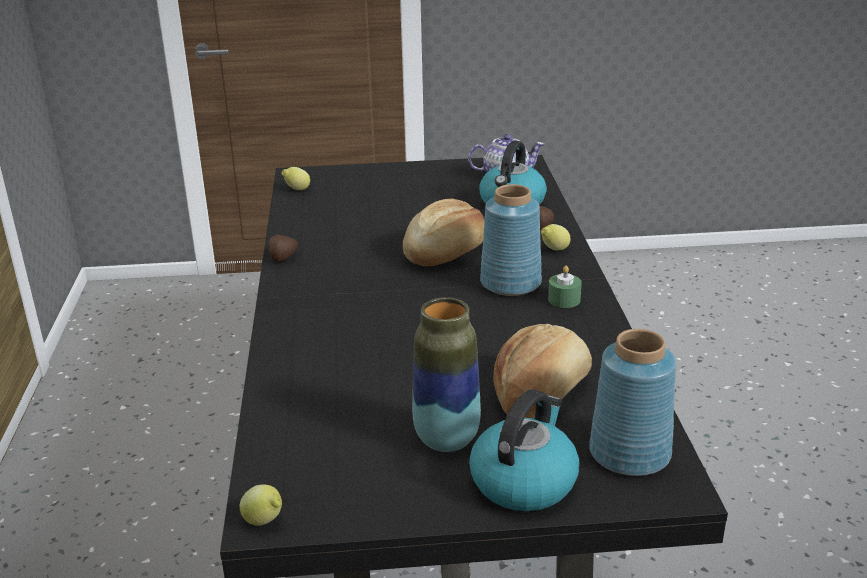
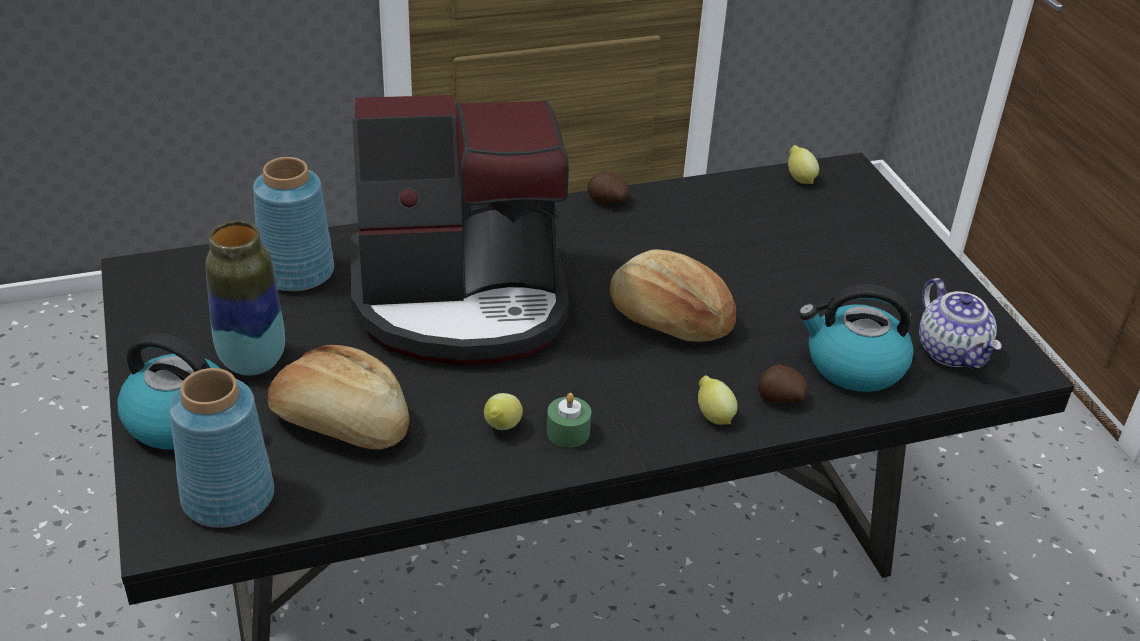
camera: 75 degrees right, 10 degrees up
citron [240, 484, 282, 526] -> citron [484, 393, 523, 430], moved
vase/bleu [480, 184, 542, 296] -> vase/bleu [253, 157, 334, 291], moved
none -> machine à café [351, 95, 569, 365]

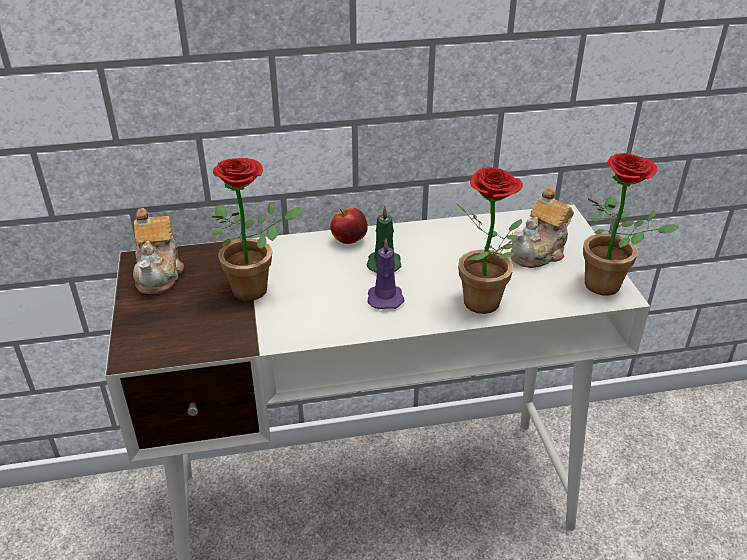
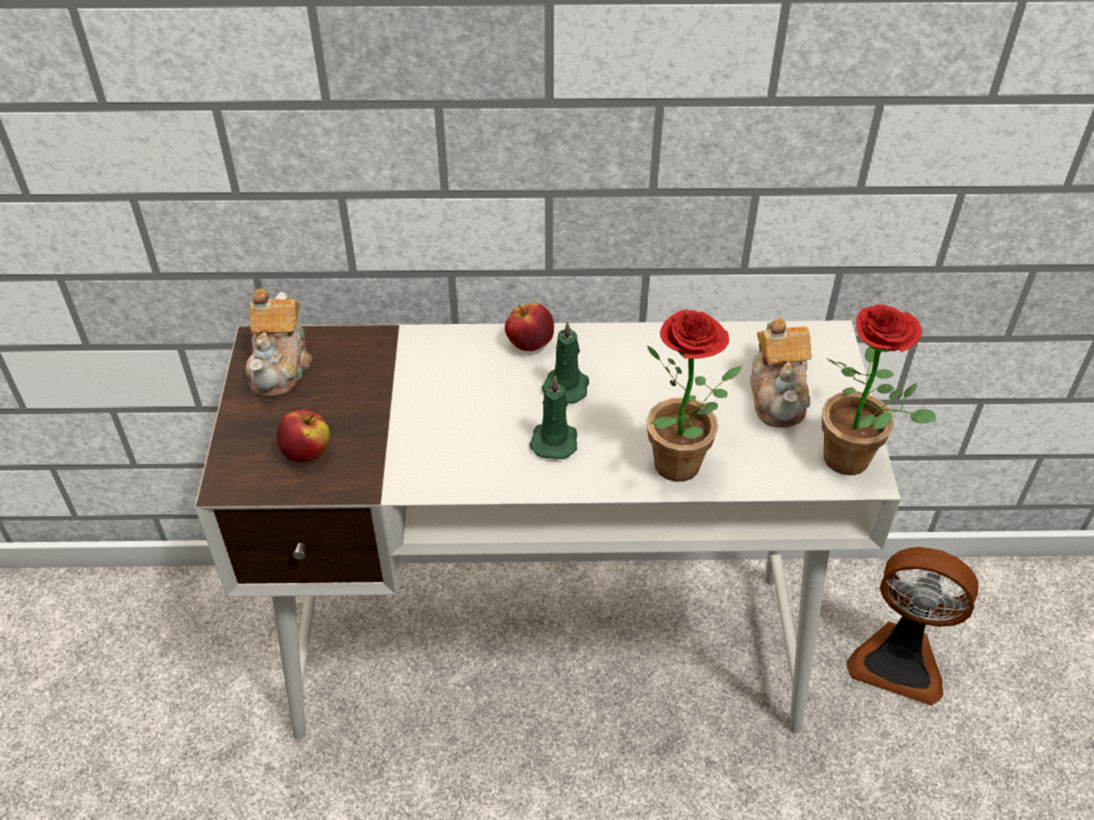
camera: 10 degrees right, 10 degrees up
plante en pot [212, 158, 304, 301] -> none
bougie/violet [367, 239, 405, 309] -> bougie/vert [529, 376, 577, 459]
théière [511, 187, 574, 268] -> théière [750, 318, 812, 428], 60 degrees counterclockwise
none -> pomme [277, 410, 329, 463]
none -> ventilateur [847, 547, 978, 706]

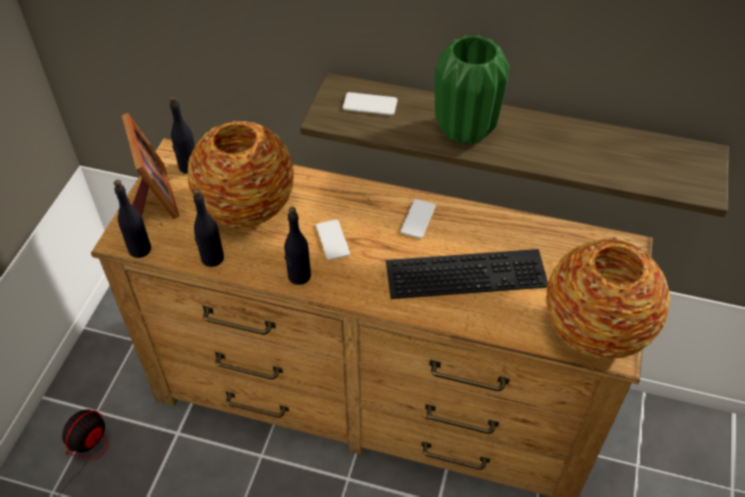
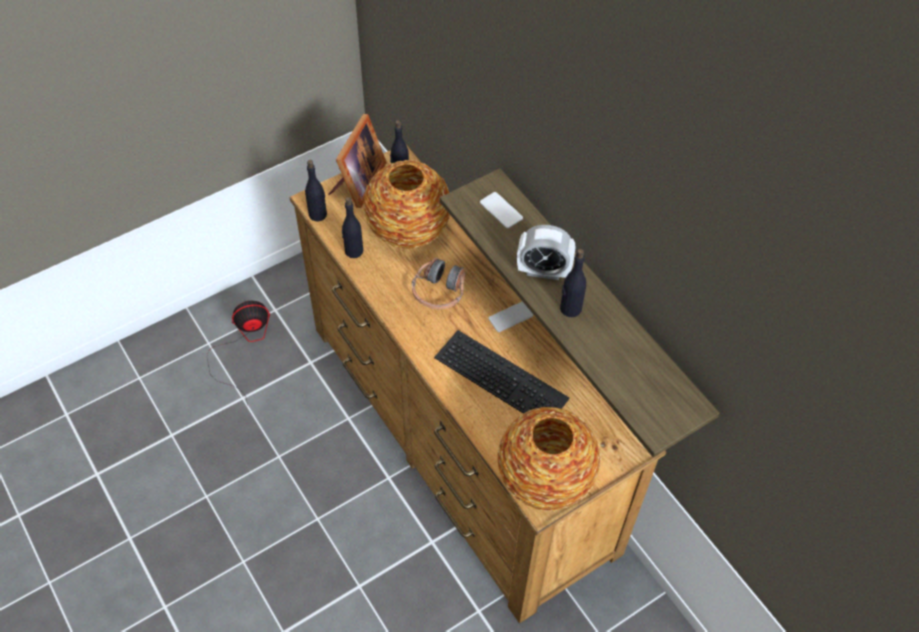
camera: 40 degrees right, 5 degrees up
bouteille/noir [284, 207, 311, 285] -> bouteille/noir [560, 249, 586, 317], moved
téléphone [316, 220, 350, 260] -> casque audio [412, 258, 466, 309]
vase/vert [435, 35, 510, 144] -> réveil [517, 225, 575, 280]

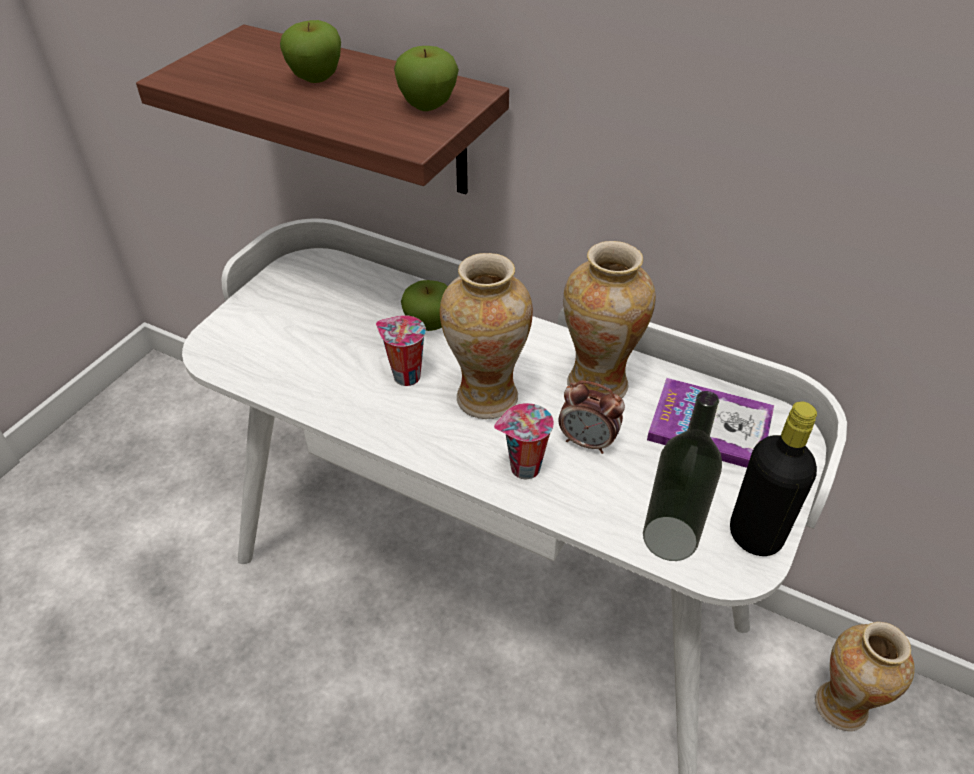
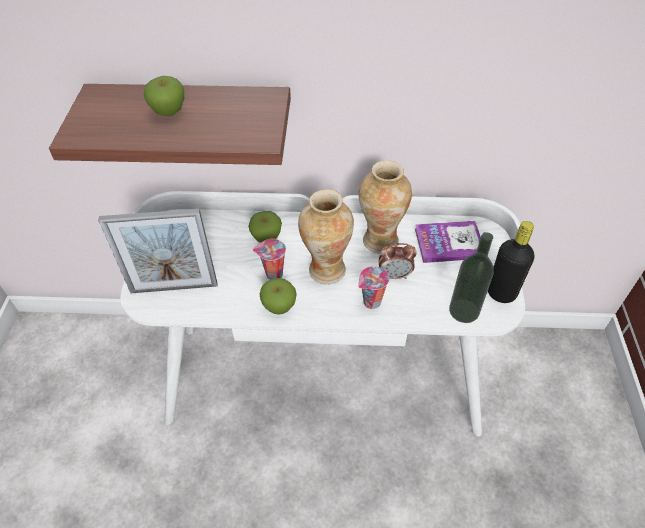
camera: 25 degrees left, 5 degrees up
pomme [394, 46, 459, 111] -> pomme [260, 278, 297, 314], moved
vase [815, 622, 915, 731] -> none
none -> cadre photo [98, 209, 217, 293]

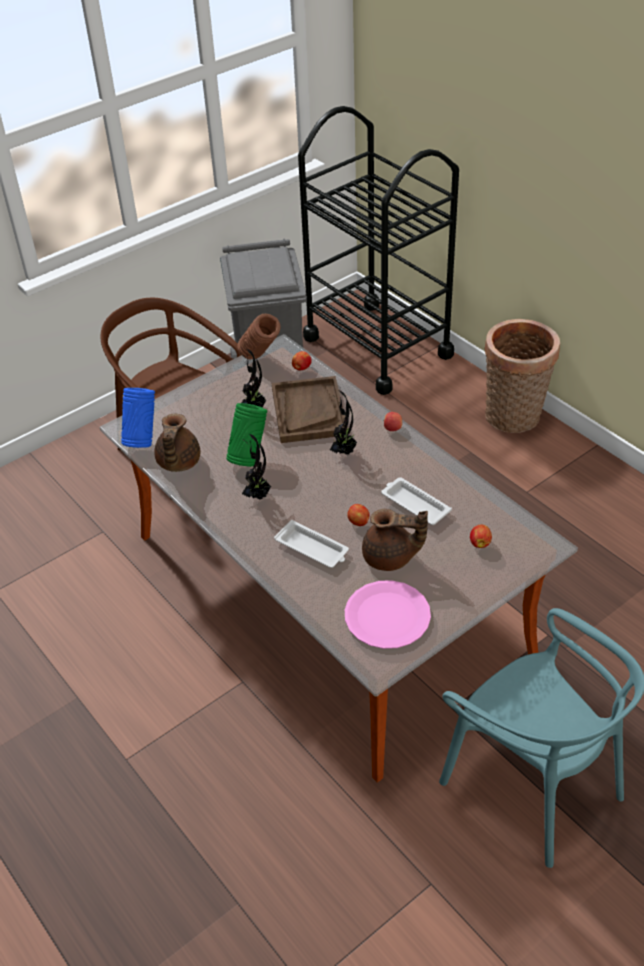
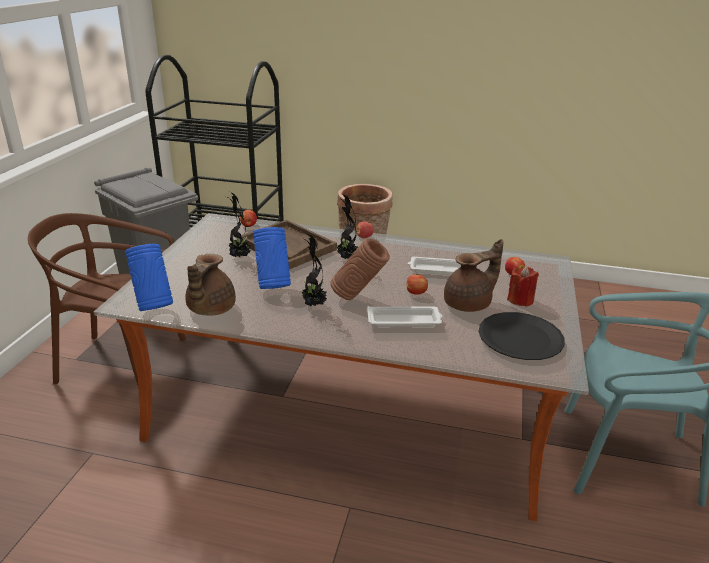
camera: 40 degrees left, 15 degrees down
théière/marron [154, 414, 201, 472] -> théière/marron [185, 254, 236, 315], 45 degrees clockwise
vase/vert [226, 403, 267, 467] -> vase/bleu [253, 227, 291, 289]
vase/marron [237, 314, 280, 360] -> vase/marron [330, 238, 390, 300], moved
assiette/rose [345, 580, 431, 649] -> assiette/noir [479, 312, 565, 360]
none -> bougie/rouge [507, 266, 539, 307]

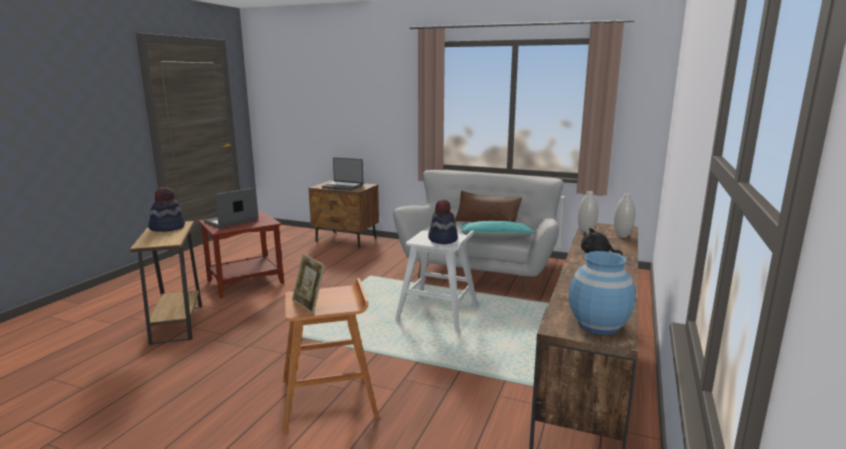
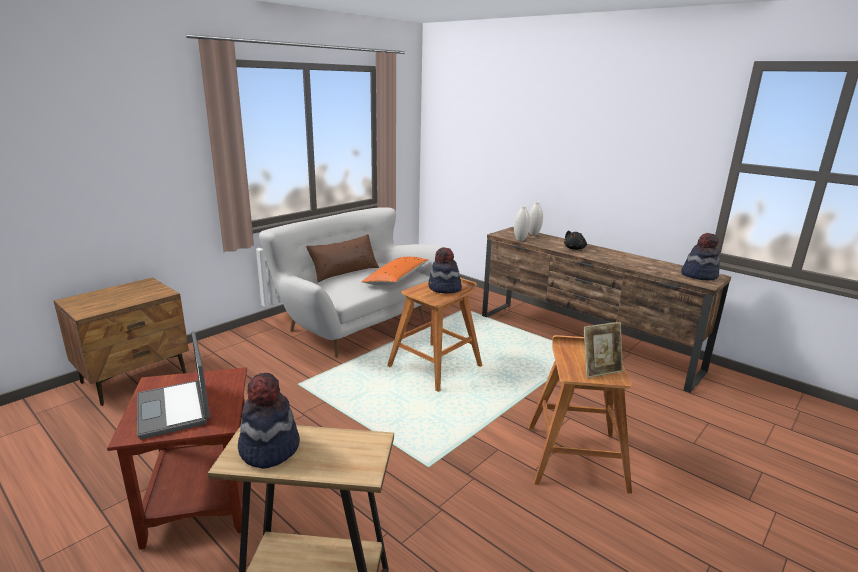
camera: 70 degrees left, 5 degrees up
ordinateur portable [322, 157, 363, 191] -> none
tabouret/blanc [395, 230, 478, 333] -> tabouret/marron [387, 278, 482, 392]
coussin/turquoise [460, 221, 535, 239] -> coussin/orange [362, 257, 428, 286]
vase/bleu [568, 251, 636, 334] -> chapeau [681, 233, 720, 280]

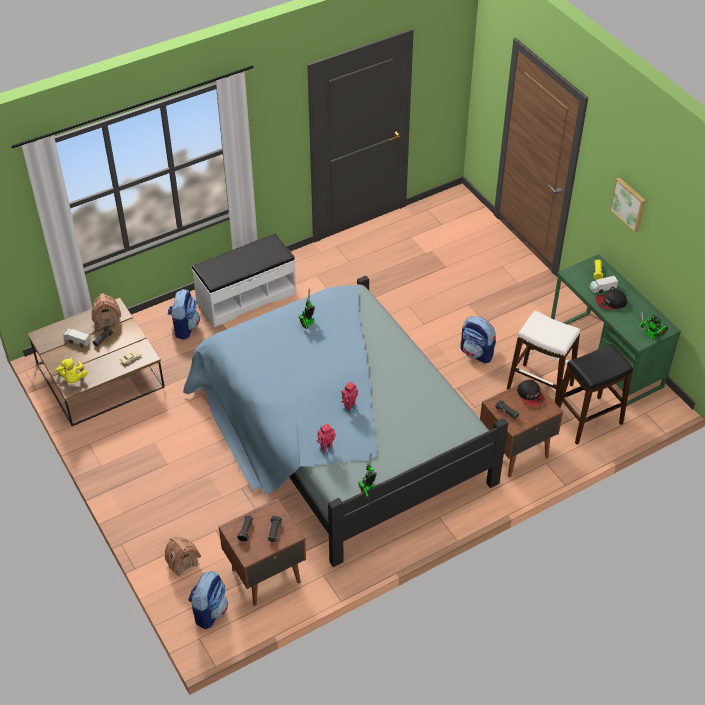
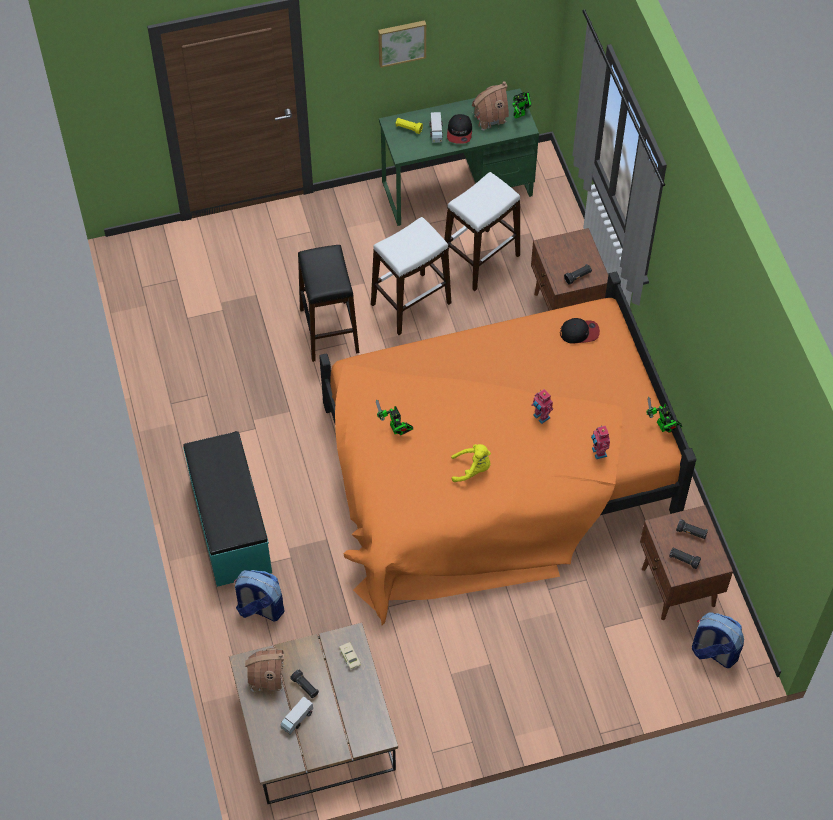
camera: 75 degrees left, 10 degrees up
peluche/jaune [56, 358, 88, 383] -> peluche/jaune [451, 444, 491, 482], moved
maison miniature [165, 536, 201, 577] -> maison miniature [472, 81, 509, 130], moved
lit/bleu [183, 276, 508, 567] -> lit/orange [319, 272, 696, 625]
banc/blanc [192, 233, 296, 327] -> banc/turquoise [183, 431, 272, 587]
sac à dos [460, 316, 496, 363] -> tabouret/blanc [371, 217, 451, 335]
casquette [517, 380, 545, 407] -> casquette [560, 318, 600, 344], moved
tabouret/noir [557, 344, 633, 444] -> tabouret/noir [298, 245, 359, 362], moved

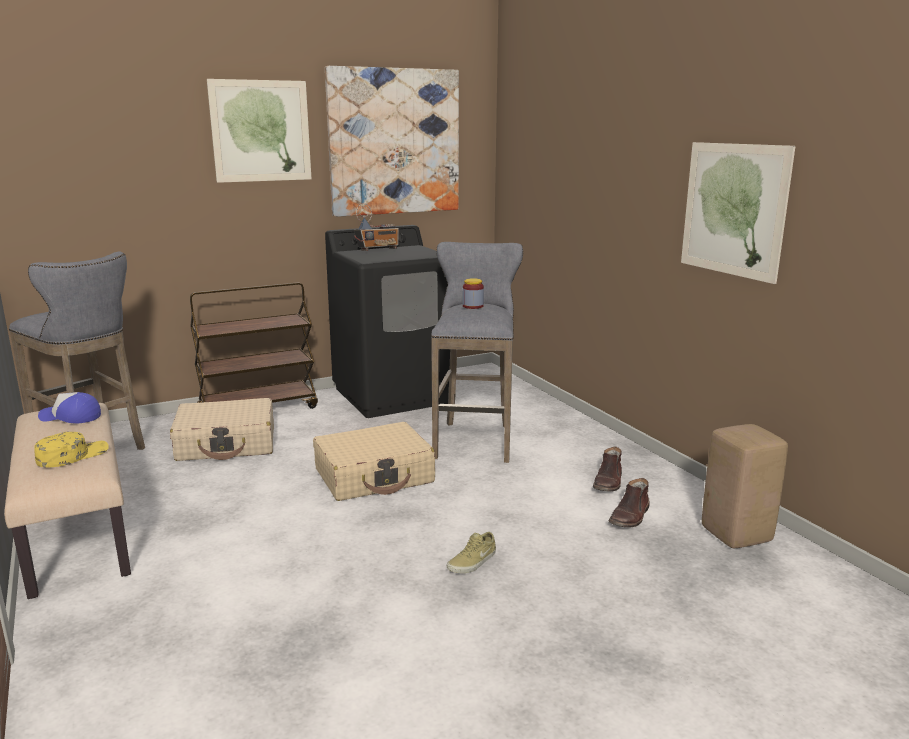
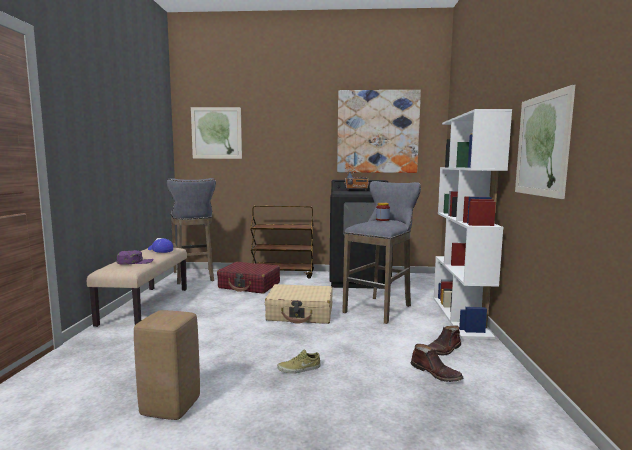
camera: 30 degrees right, 10 degrees down
casquette/jaune [34, 432, 109, 467] -> casquette/violet [117, 250, 154, 265]
valise/beige [170, 398, 274, 461] -> valise/rouge [217, 262, 280, 294]
tableau [207, 79, 312, 183] -> tableau [191, 107, 242, 159], moved
botte/marron [609, 478, 650, 528] -> botte/marron [411, 344, 463, 382], 105 degrees counterclockwise
tabouret/beige [702, 424, 788, 548] -> tabouret/beige [134, 310, 200, 420], moved
none -> bibliothèque/blanc [434, 109, 512, 339]

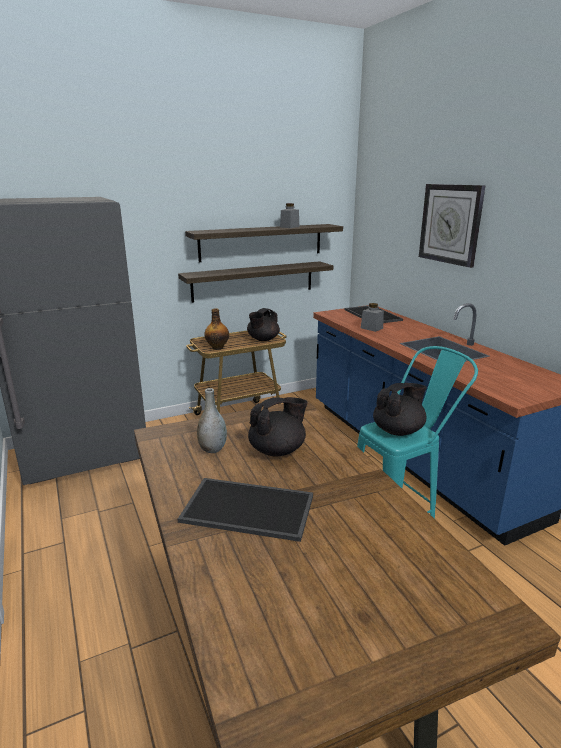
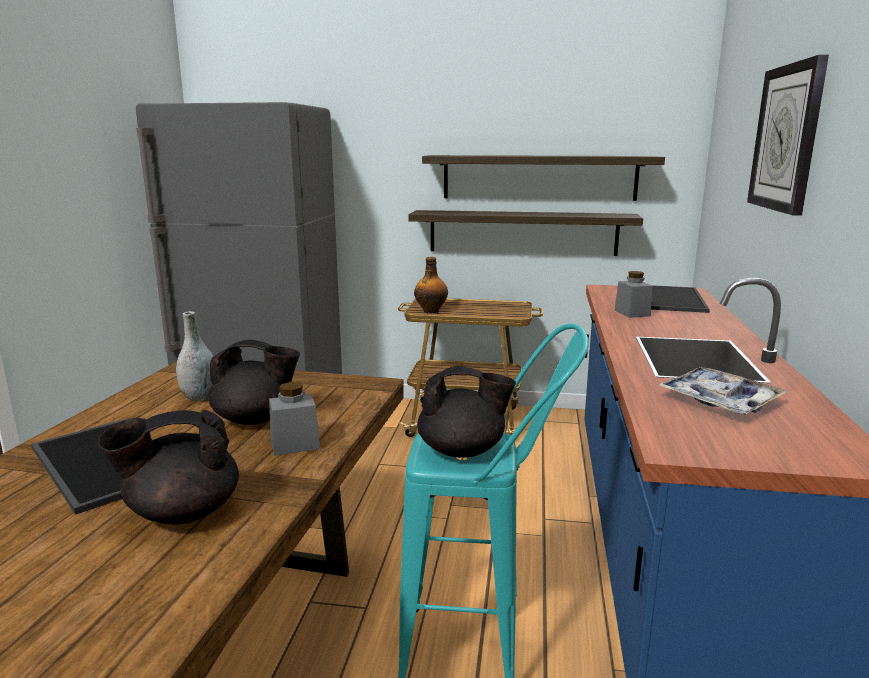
camera: 35 degrees right, 5 degrees down
théière/noir [247, 308, 280, 341] -> théière/noir [98, 410, 239, 525], moved
bocal/gris [280, 203, 299, 228] -> bocal/gris [269, 382, 320, 456], moved
none -> plateau [657, 367, 789, 415]

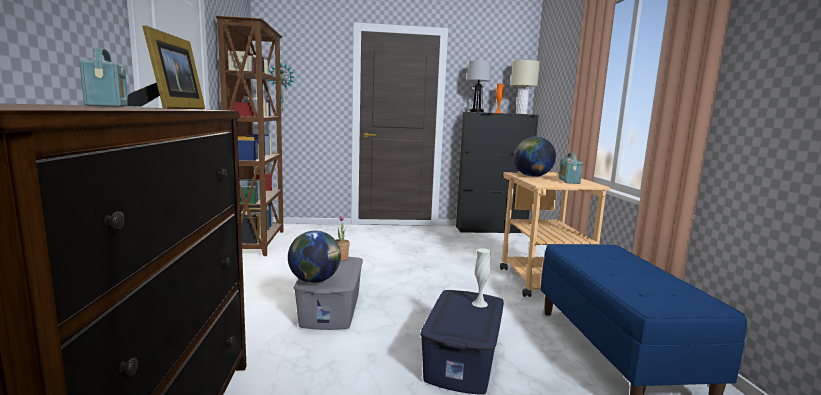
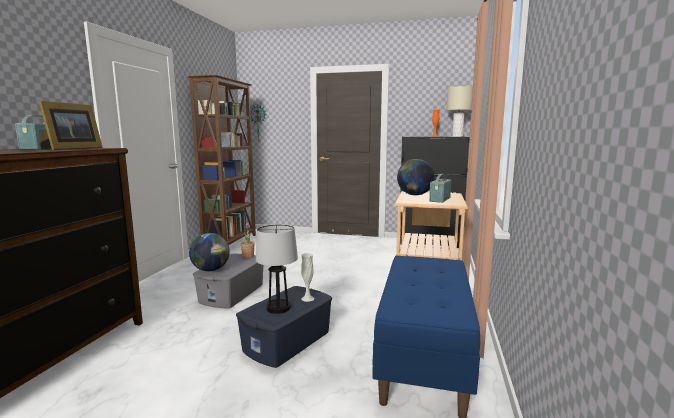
camera: 20 degrees right, 0 degrees up
lampe de table [467, 60, 491, 112] -> lampe de table [256, 224, 298, 314], moved

